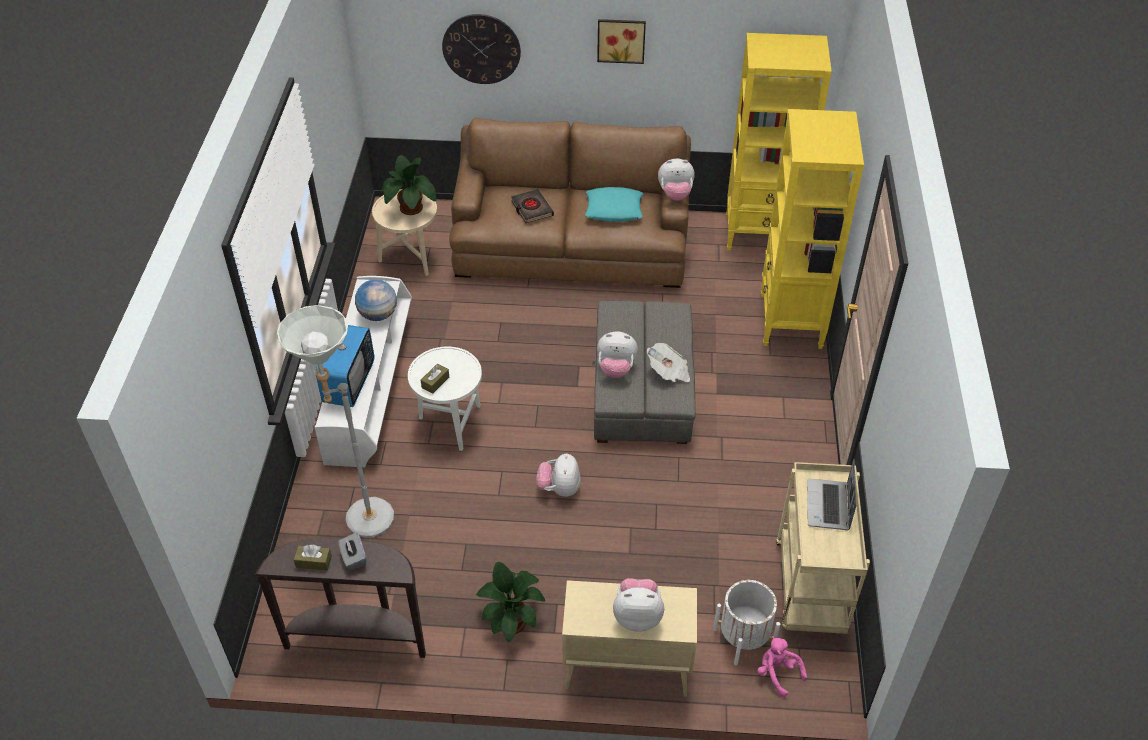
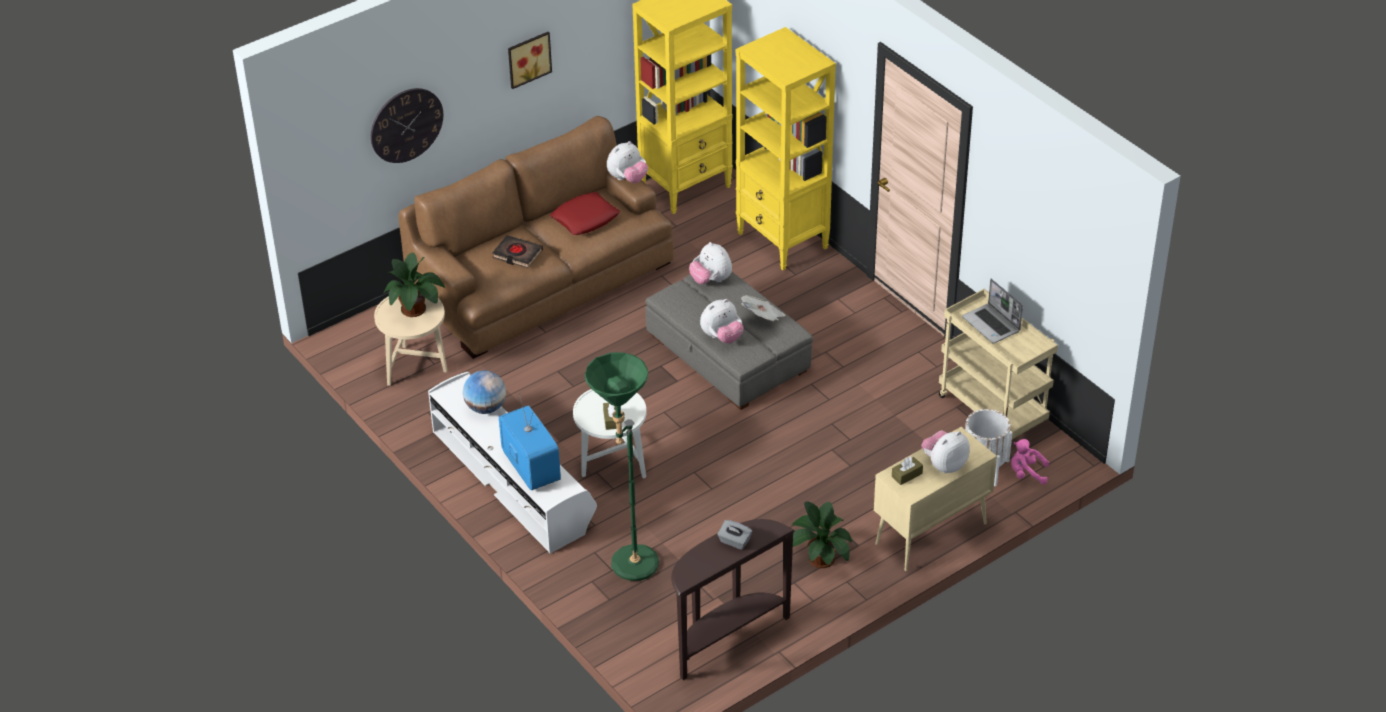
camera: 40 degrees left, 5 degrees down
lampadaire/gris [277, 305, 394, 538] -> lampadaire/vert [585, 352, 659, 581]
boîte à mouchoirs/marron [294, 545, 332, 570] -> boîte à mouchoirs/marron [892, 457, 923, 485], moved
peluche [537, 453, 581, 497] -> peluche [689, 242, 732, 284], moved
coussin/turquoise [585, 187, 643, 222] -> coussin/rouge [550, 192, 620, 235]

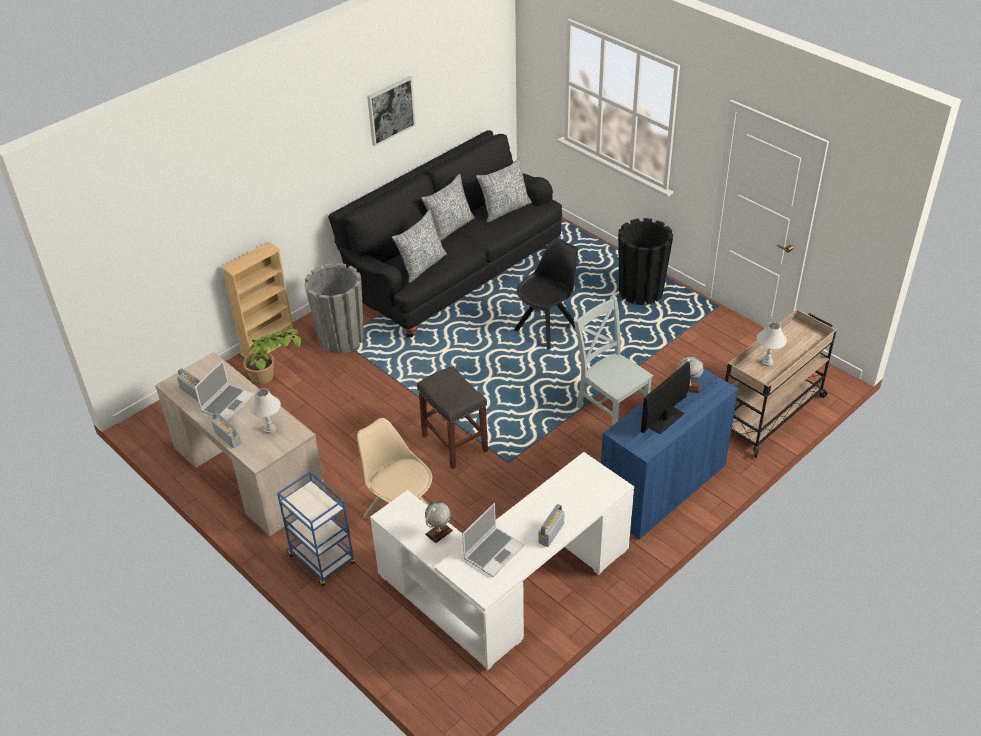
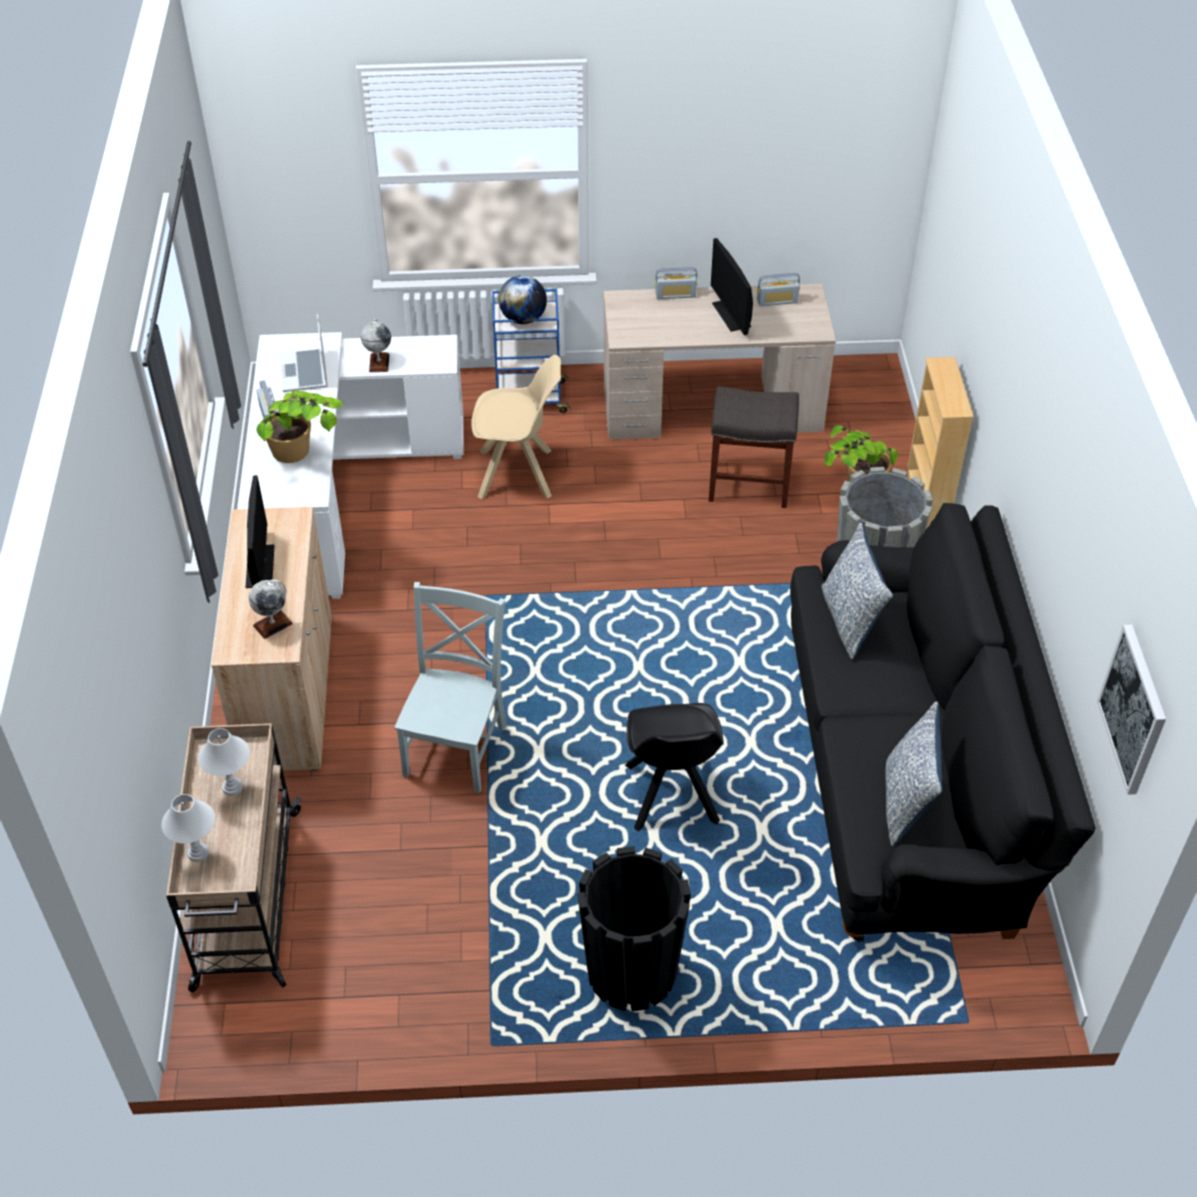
camera: 130 degrees right, 5 degrees up
ordinateur portable [195, 360, 254, 421] -> écran d'ordinateur [711, 238, 753, 335]
lampe de table/blanc [249, 388, 281, 434] -> lampe de table/blanc [162, 794, 215, 862], moved
tableau [367, 76, 416, 146] -> tableau [1097, 625, 1166, 795], moved
tabouret/gris [417, 366, 488, 469] -> tabouret/gris [709, 386, 799, 508], moved
coussin [421, 174, 475, 241] -> none
chaise/gris [574, 295, 653, 426] -> chaise/gris [394, 582, 507, 793], 75 degrees counterclockwise
meuble de rangement/bleu [601, 369, 738, 540] -> meuble de rangement/beige [211, 506, 332, 771]
none -> plante en pot [256, 389, 344, 463]
none -> globe [499, 275, 547, 324]

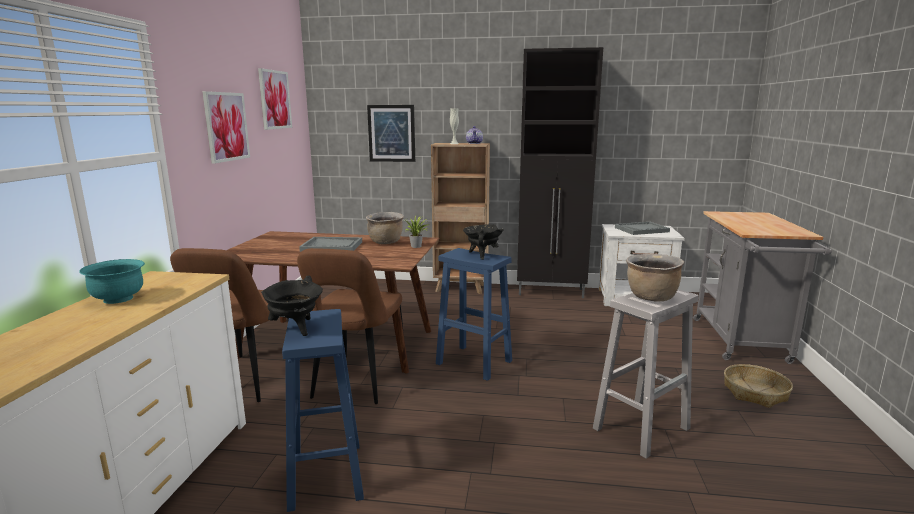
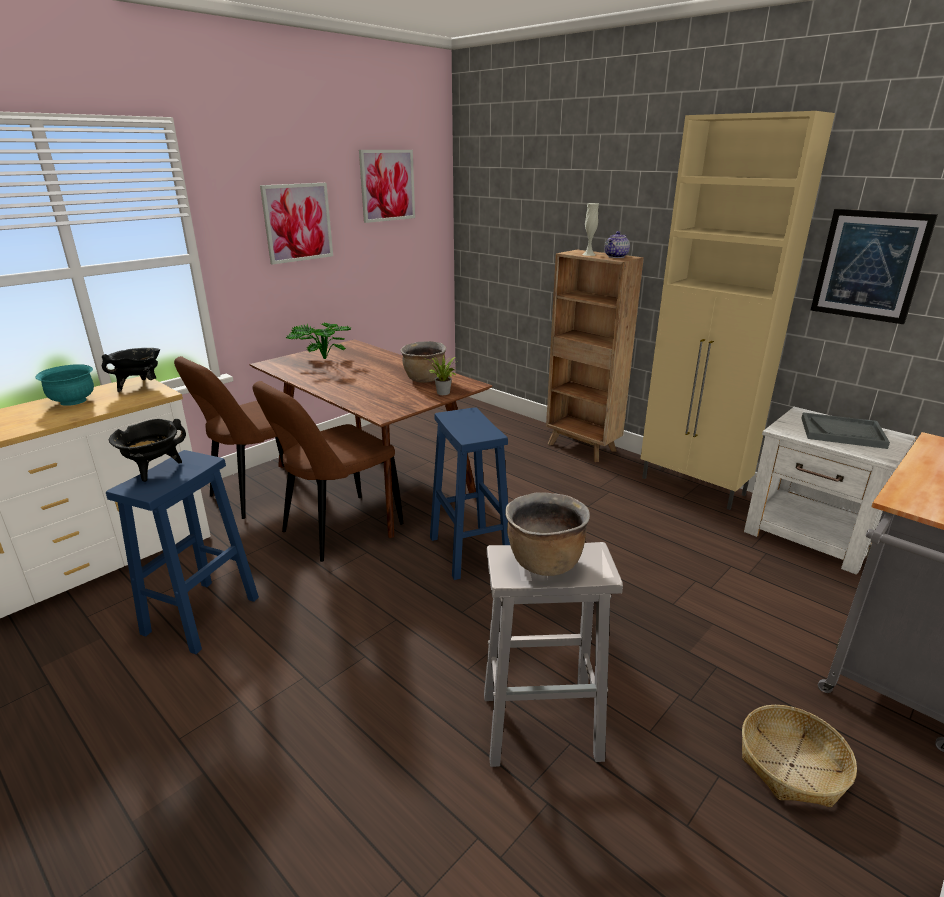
camera: 35 degrees right, 10 degrees up
plateau/gris [299, 237, 362, 252] -> none
tableau [367, 105, 415, 162] -> tableau [811, 209, 938, 324], moved
marmite/noir [463, 224, 504, 260] -> marmite/noir [102, 348, 160, 392], moved
meuble de rangement/noir [517, 47, 603, 298] -> meuble de rangement/beige [640, 111, 835, 510]
none -> plante en pot [285, 322, 351, 359]

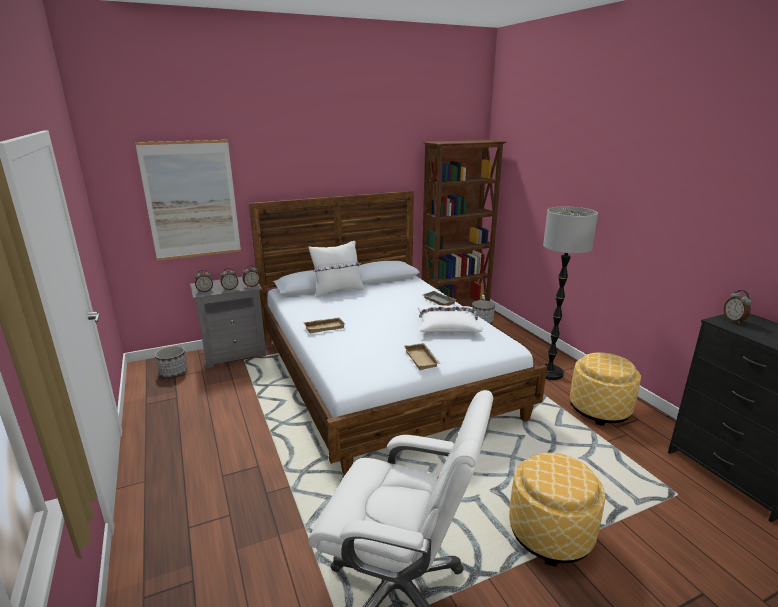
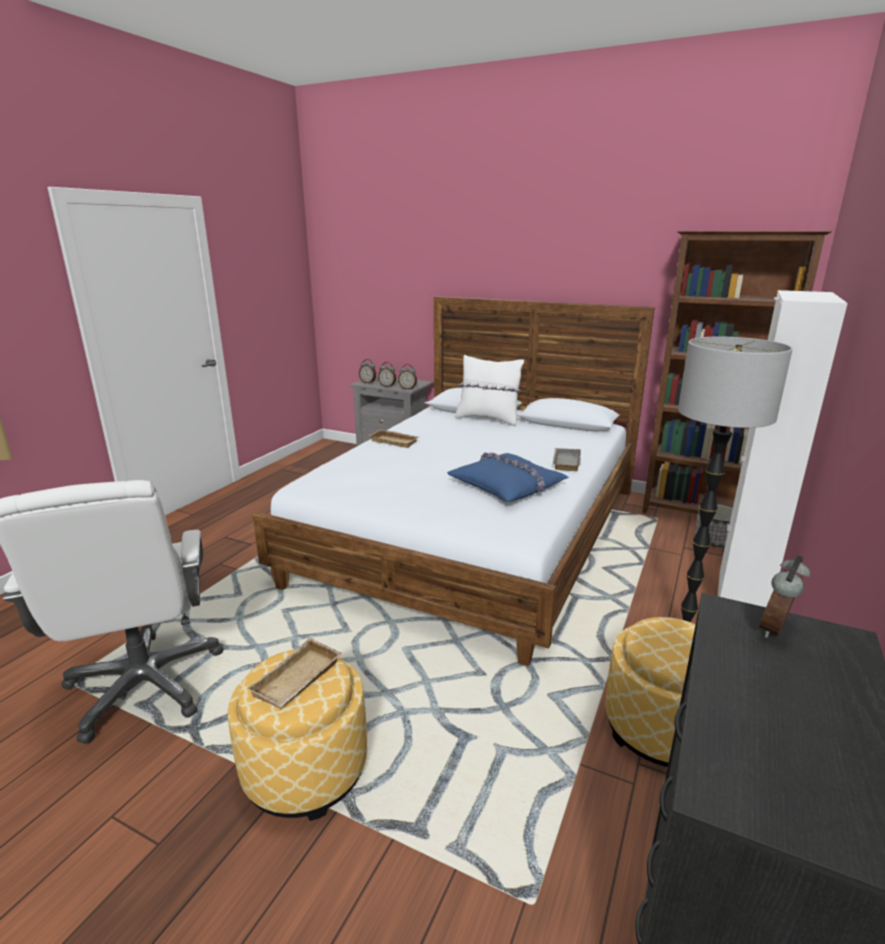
camera: 50 degrees right, 0 degrees up
tableau [135, 140, 241, 261] -> none
cache-pot [155, 346, 187, 378] -> none
plateau/beige [404, 343, 441, 370] -> plateau/beige [248, 637, 342, 709], moved
coussin/blanc [418, 305, 482, 333] -> coussin/bleu [447, 452, 569, 502]
none -> meuble de rangement/blanc [718, 290, 848, 607]

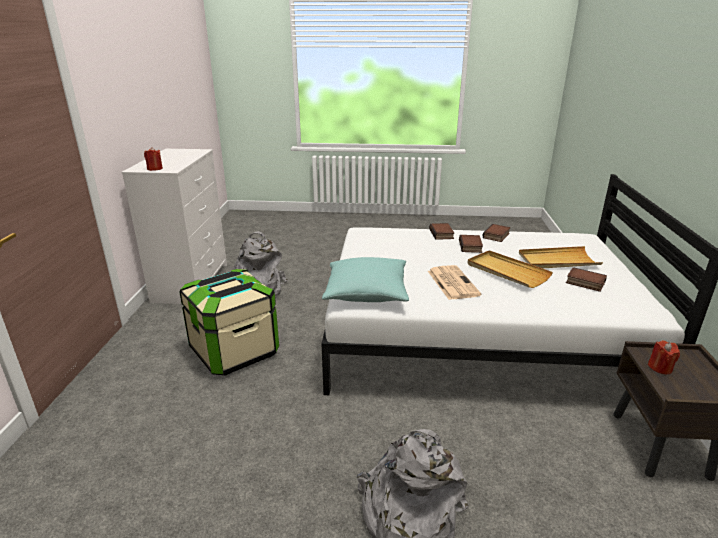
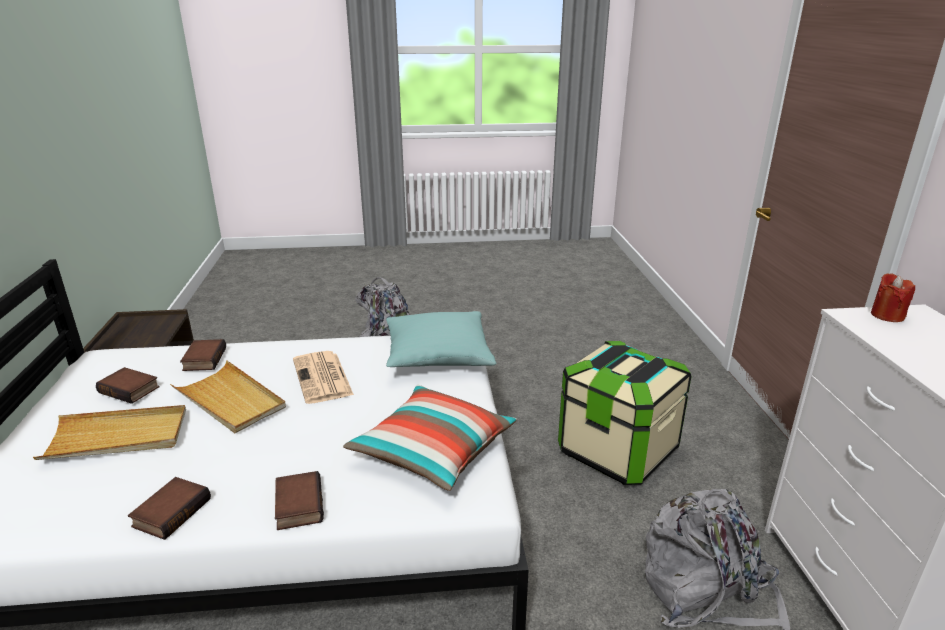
camera: 170 degrees right, 0 degrees up
livre [459, 235, 483, 253] -> livre [180, 339, 226, 371], moved
bougie/rouge [648, 340, 680, 374] -> none
none -> coussin [343, 385, 517, 491]

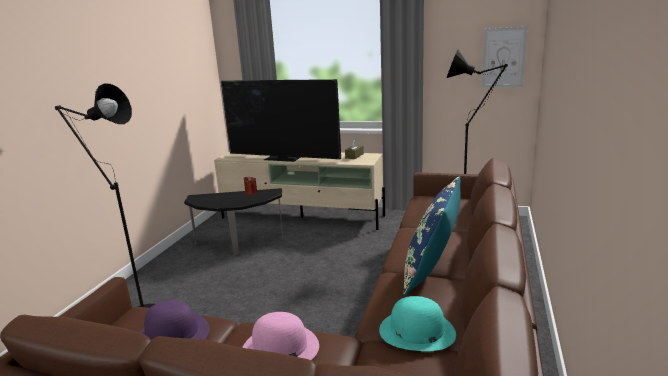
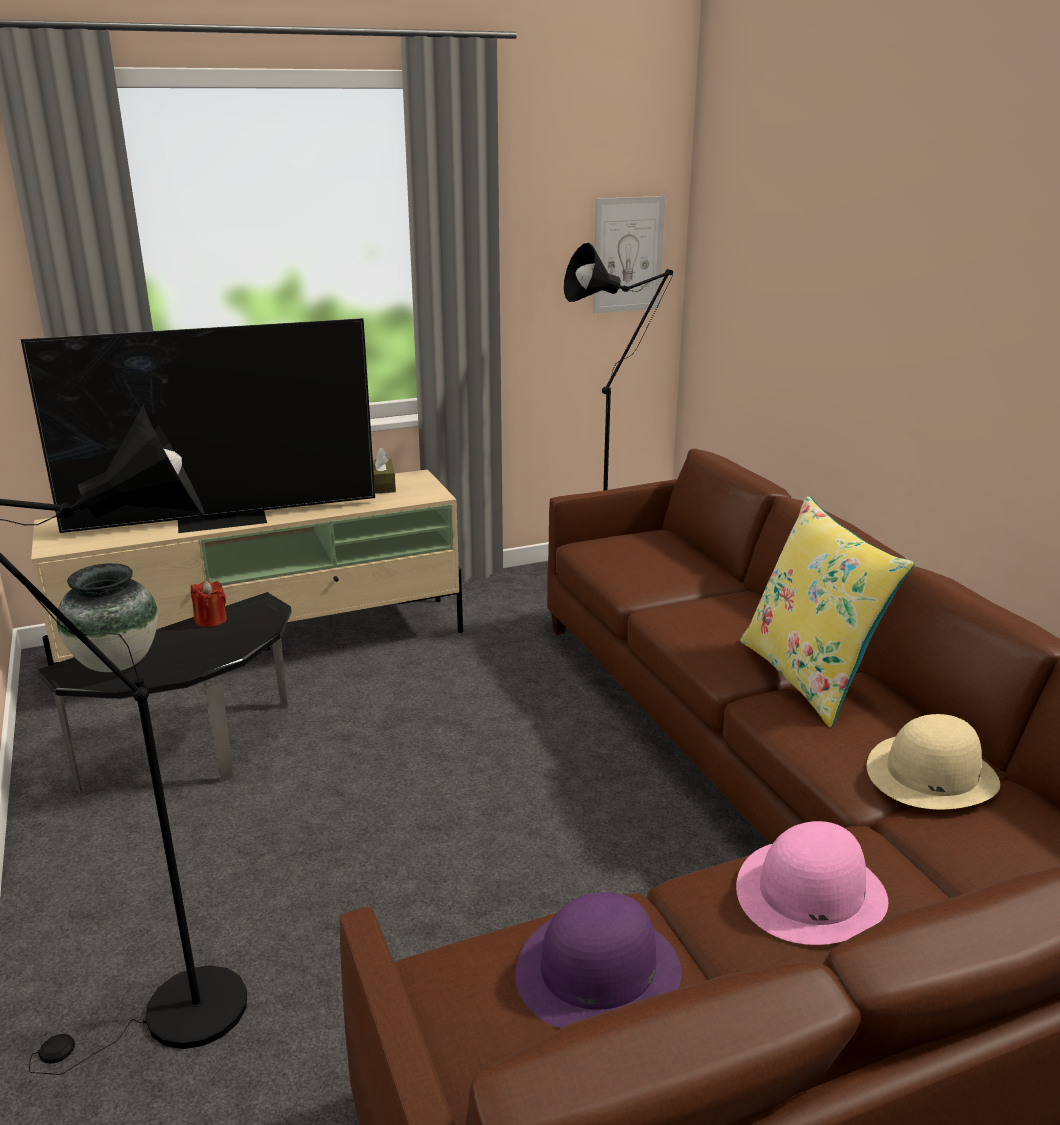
camera: 40 degrees left, 5 degrees up
chapeau/turquoise [379, 296, 456, 351] -> chapeau/beige [867, 714, 1000, 809]
coussin/bleu [403, 177, 461, 296] -> coussin/jaune [740, 496, 915, 728]
none -> vase [56, 563, 158, 672]

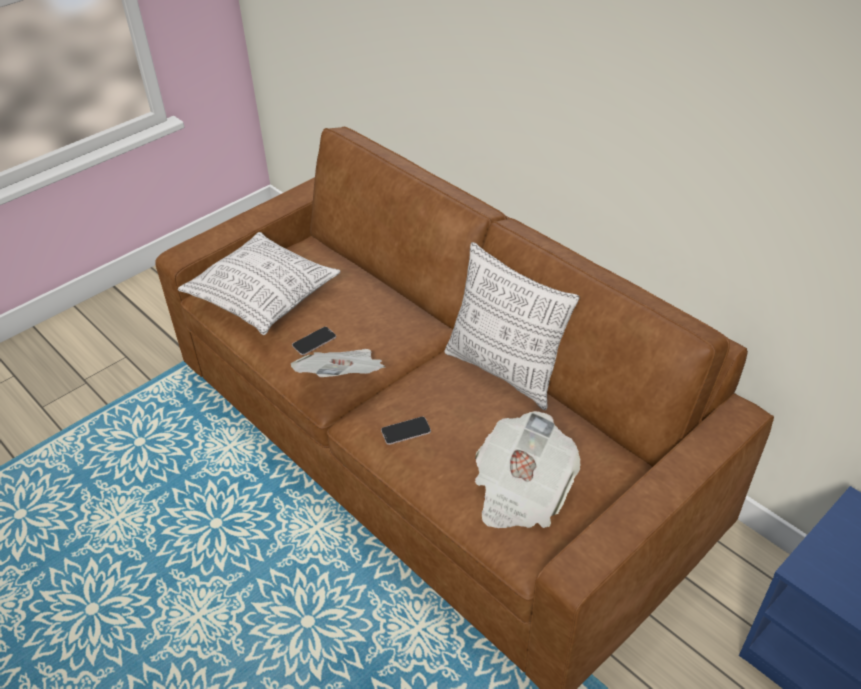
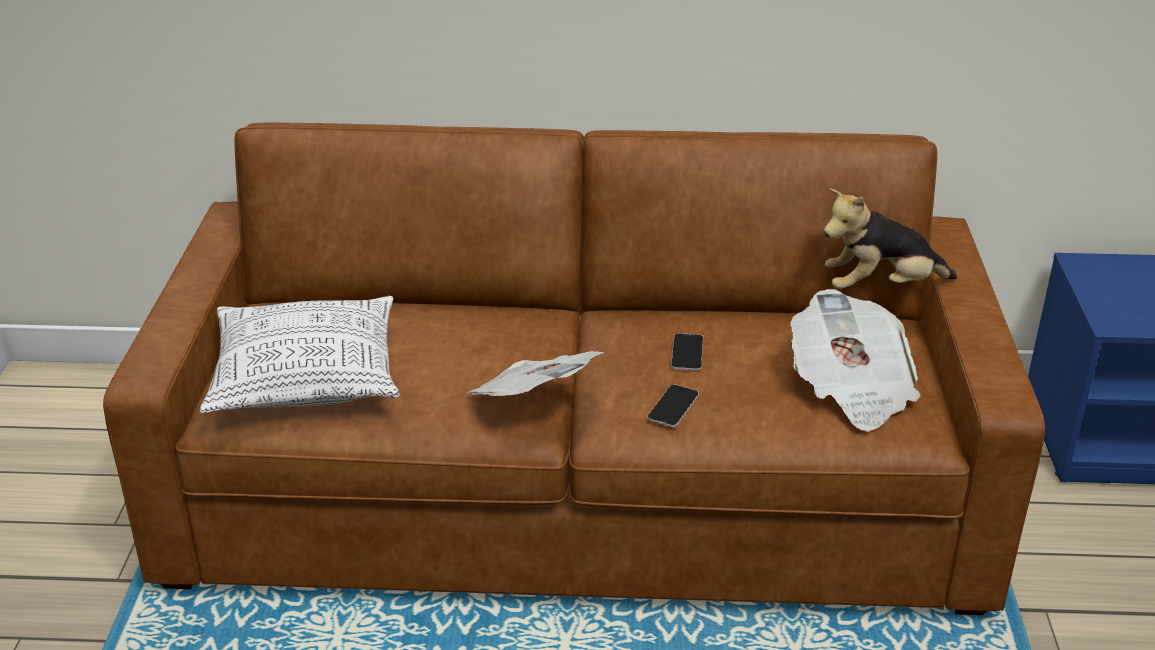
camera: 45 degrees left, 10 degrees down
téléphone [292, 327, 336, 355] -> téléphone [671, 333, 703, 371], moved
coussin [444, 242, 579, 410] -> none
none -> peluche [824, 189, 957, 289]

